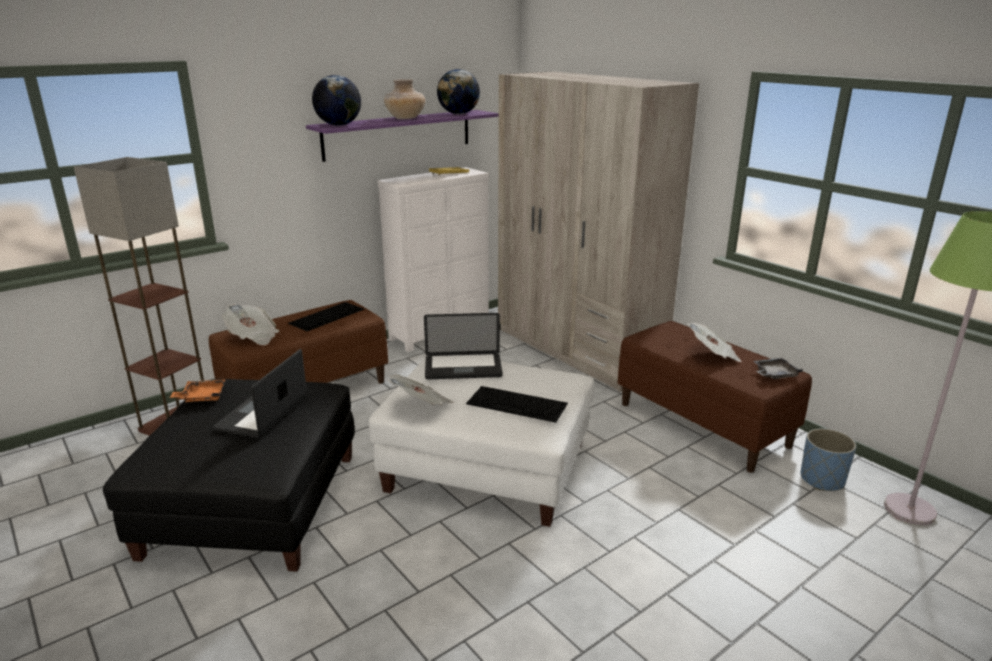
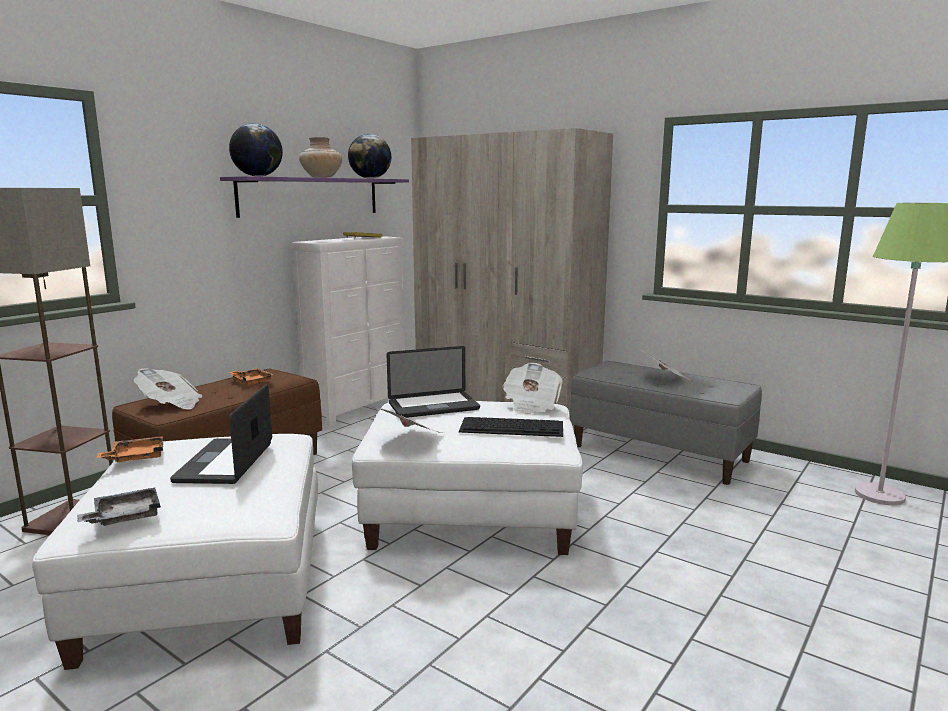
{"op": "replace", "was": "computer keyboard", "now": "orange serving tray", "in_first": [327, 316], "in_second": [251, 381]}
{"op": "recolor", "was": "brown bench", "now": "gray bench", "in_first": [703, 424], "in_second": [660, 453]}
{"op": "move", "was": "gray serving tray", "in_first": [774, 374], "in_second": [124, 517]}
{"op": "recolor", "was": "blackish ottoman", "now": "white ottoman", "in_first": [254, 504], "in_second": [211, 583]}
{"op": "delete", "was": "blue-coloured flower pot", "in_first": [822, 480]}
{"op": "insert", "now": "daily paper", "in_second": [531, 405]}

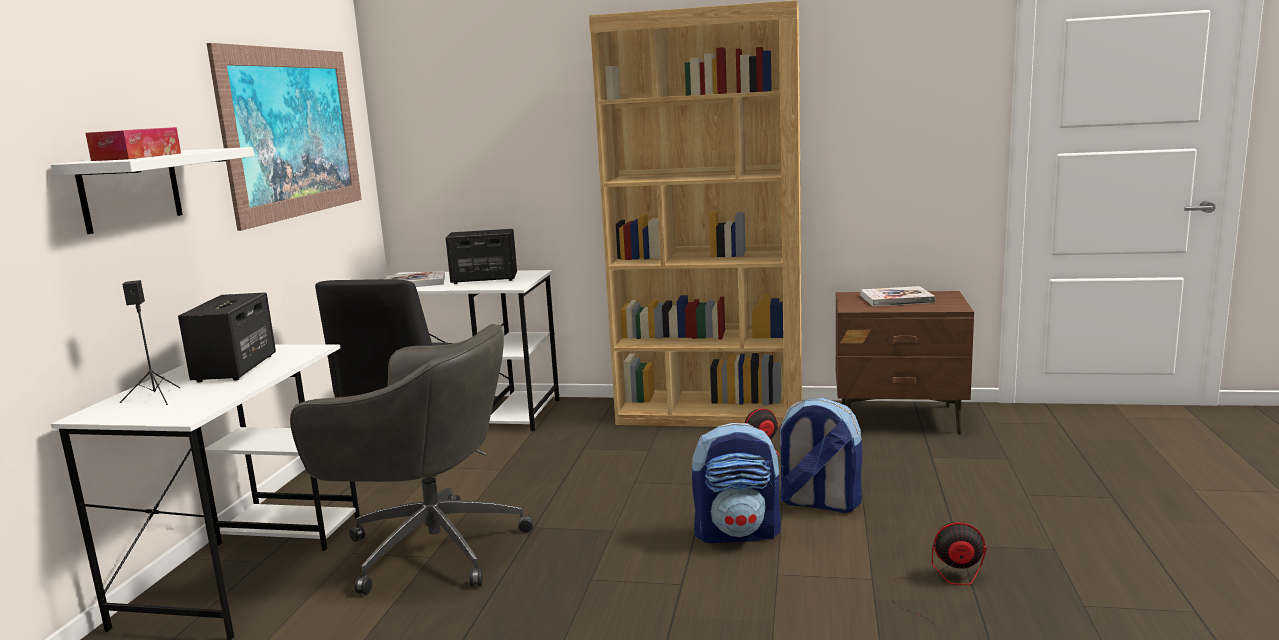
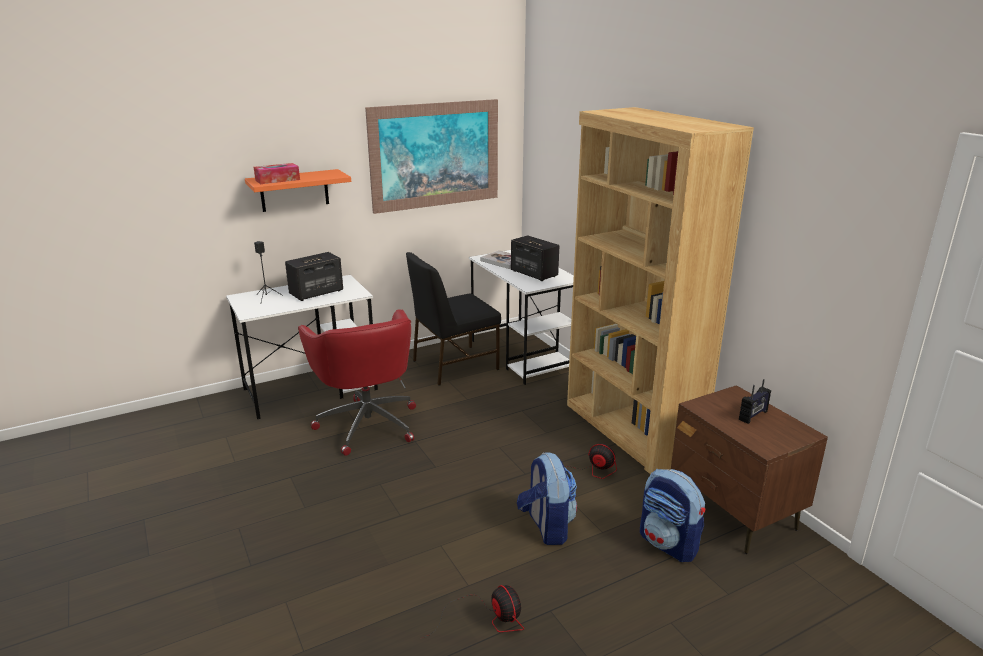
{"op": "recolor", "was": "white wall shelf", "now": "orange wall shelf", "in_first": [130, 190], "in_second": [294, 190]}
{"op": "replace", "was": "book", "now": "radio set", "in_first": [896, 299], "in_second": [753, 415]}
{"op": "recolor", "was": "gray desk chair", "now": "red-coloured desk chair", "in_first": [430, 547], "in_second": [367, 423]}
{"op": "move", "was": "knapsack", "in_first": [737, 533], "in_second": [669, 544]}

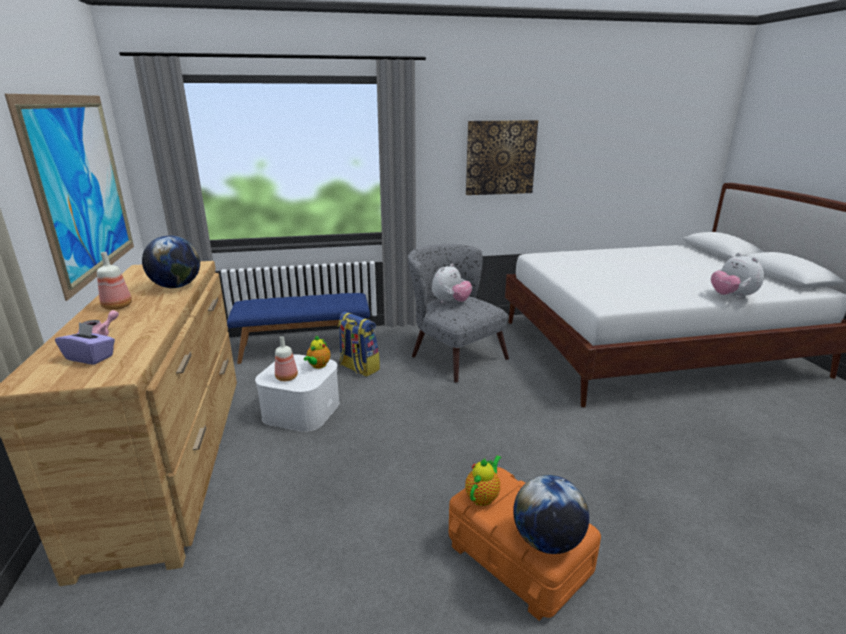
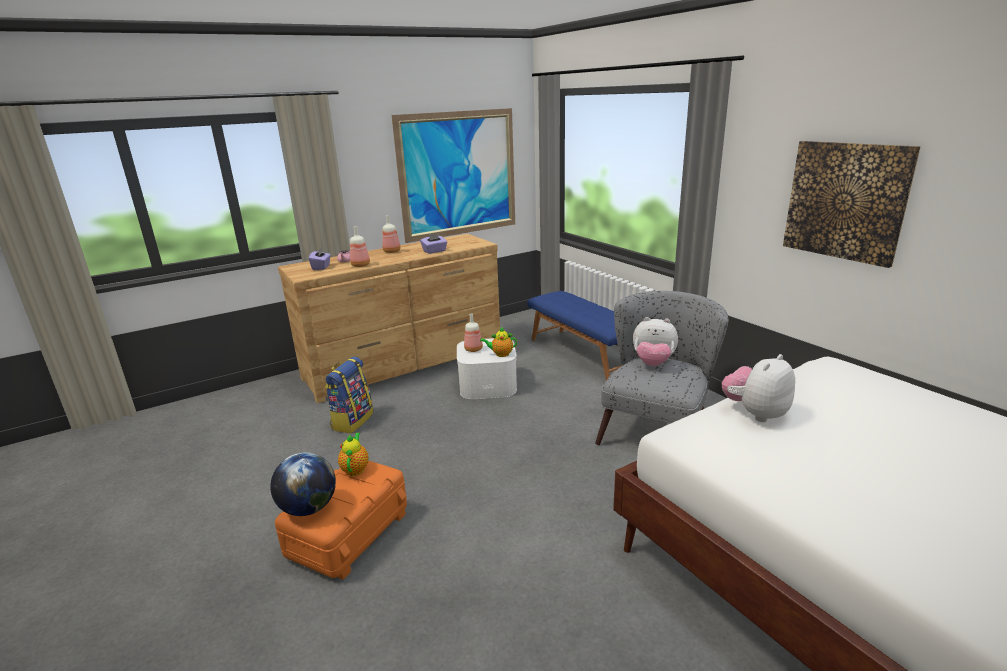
{"op": "replace", "was": "desk globe", "now": "purplish tissue box", "in_first": [176, 286], "in_second": [434, 251]}
{"op": "move", "was": "soft toy", "in_first": [731, 297], "in_second": [755, 413]}
{"op": "move", "was": "knapsack", "in_first": [358, 368], "in_second": [352, 421]}
{"op": "rotate", "was": "teapot", "in_first": [483, 496], "in_second": [355, 468], "clockwise": -105}
{"op": "insert", "now": "bottle", "in_second": [361, 265]}

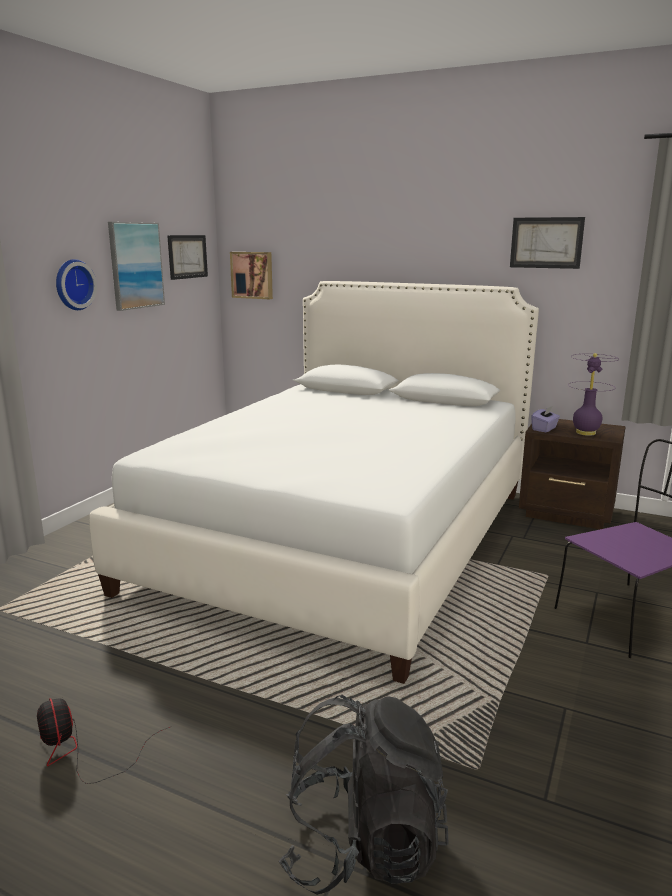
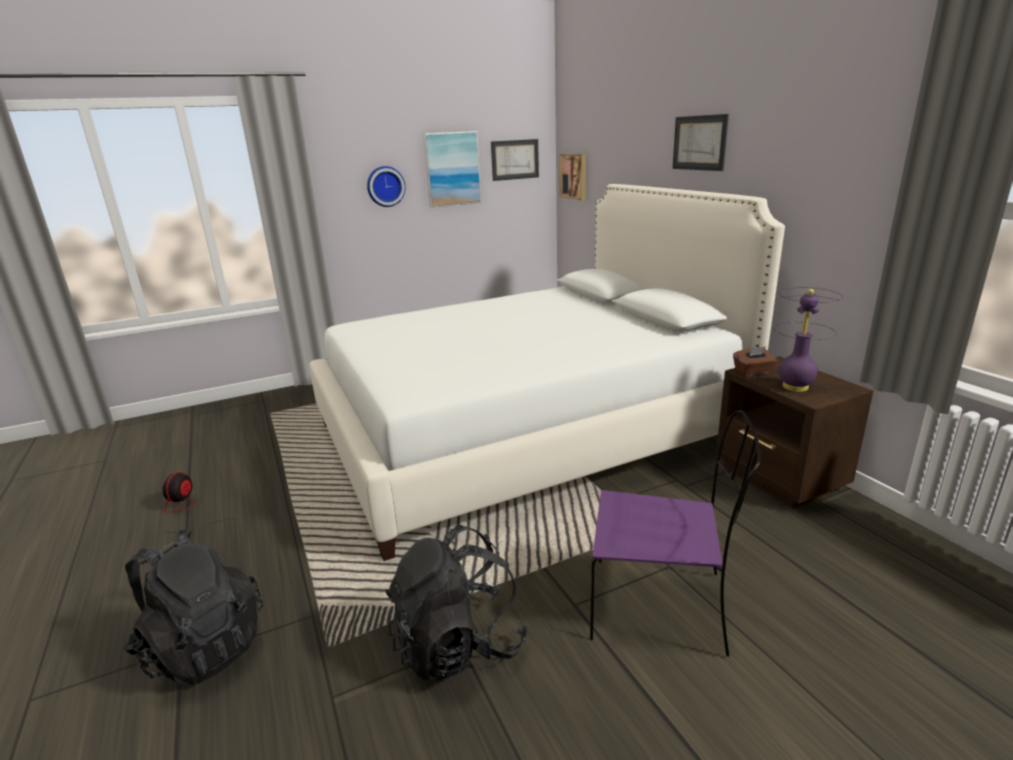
{"op": "move", "was": "wall picture", "in_first": [546, 242], "in_second": [699, 143]}
{"op": "recolor", "was": "purplish tissue box", "now": "brown tissue box", "in_first": [544, 429], "in_second": [753, 372]}
{"op": "insert", "now": "blackish knapsack", "in_second": [458, 645]}

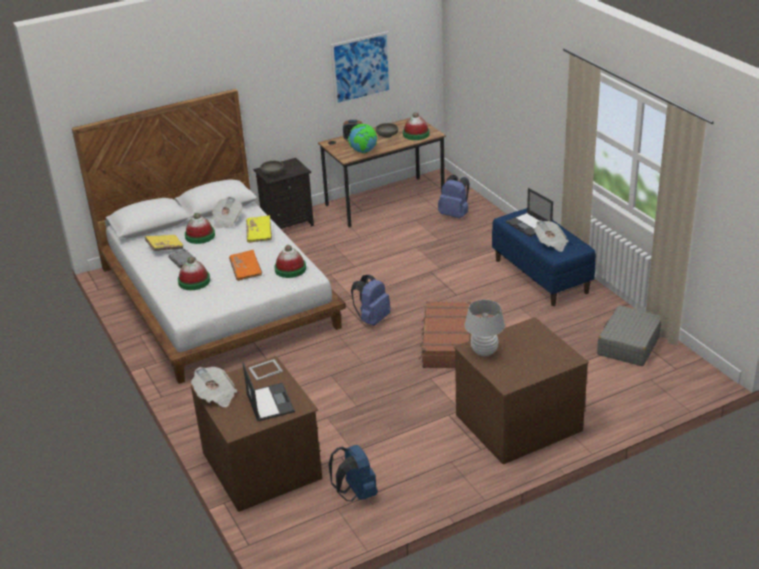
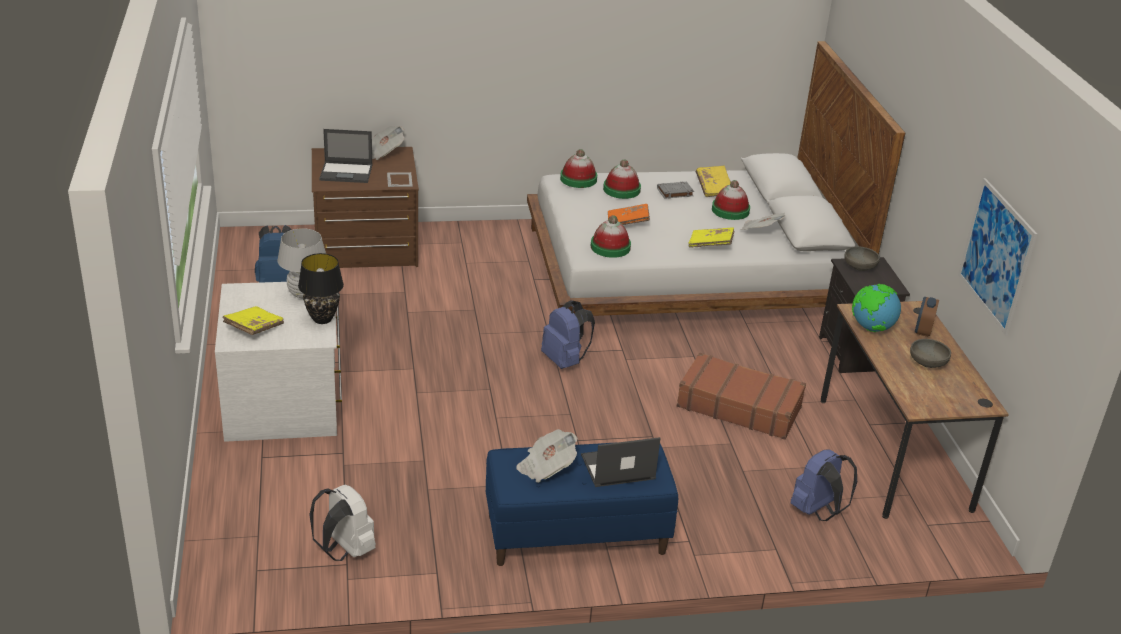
{"op": "move", "was": "clothing hat", "in_first": [416, 134], "in_second": [578, 179]}
{"op": "move", "was": "brown suitcase", "in_first": [446, 343], "in_second": [739, 406]}
{"op": "replace", "was": "gray suitcase", "now": "white knapsack", "in_first": [629, 344], "in_second": [345, 550]}
{"op": "recolor", "was": "brown dresser", "now": "white dresser", "in_first": [517, 421], "in_second": [284, 402]}
{"op": "insert", "now": "blackish lamp for a table", "in_second": [323, 319]}
{"op": "insert", "now": "yellow-coloured book", "in_second": [254, 328]}

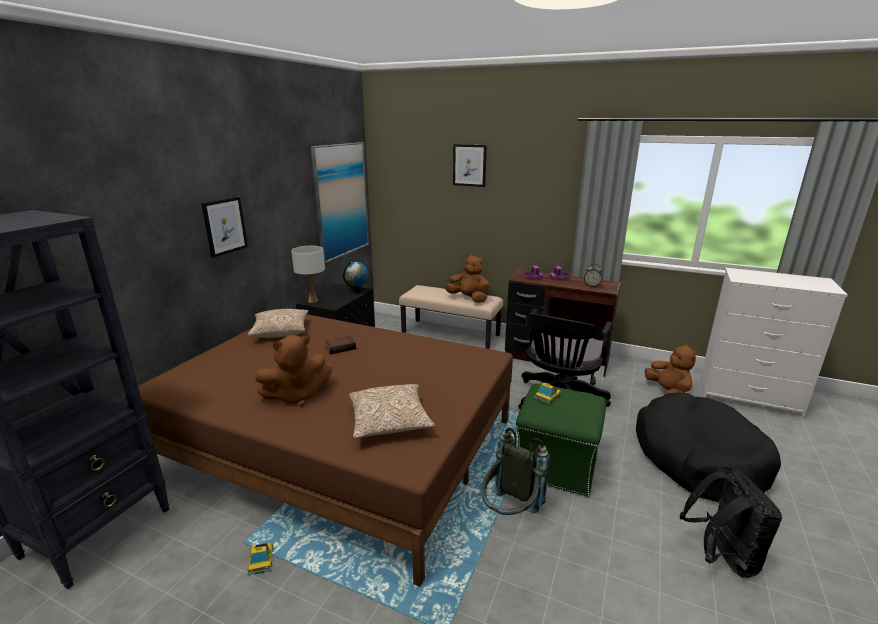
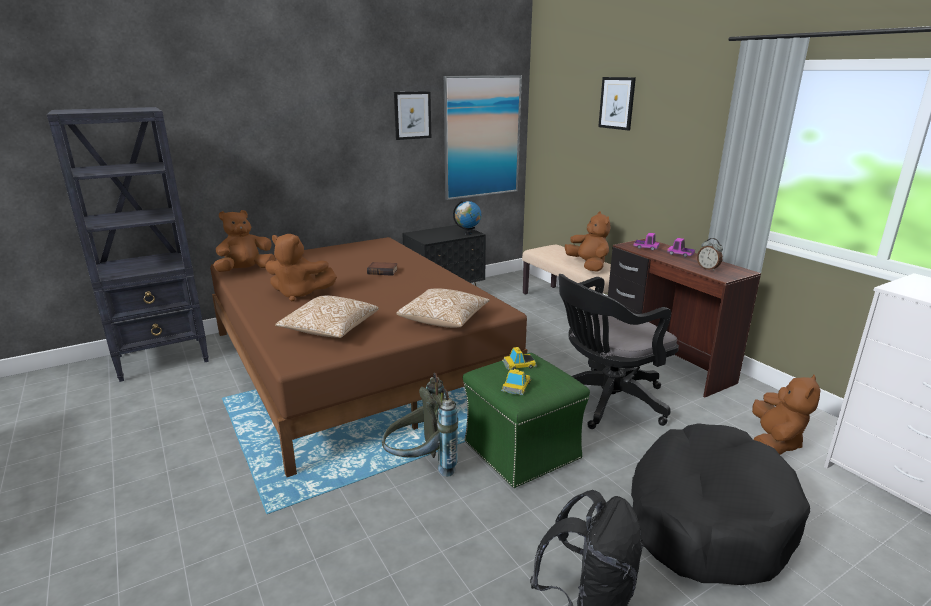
{"op": "move", "was": "wall picture", "in_first": [225, 226], "in_second": [412, 115]}
{"op": "delete", "was": "white lamp for a table", "in_first": [312, 300]}
{"op": "move", "was": "throw pillow", "in_first": [281, 332], "in_second": [444, 319]}
{"op": "move", "was": "toy car", "in_first": [261, 560], "in_second": [516, 386]}
{"op": "insert", "now": "brown soft toy", "in_second": [246, 271]}

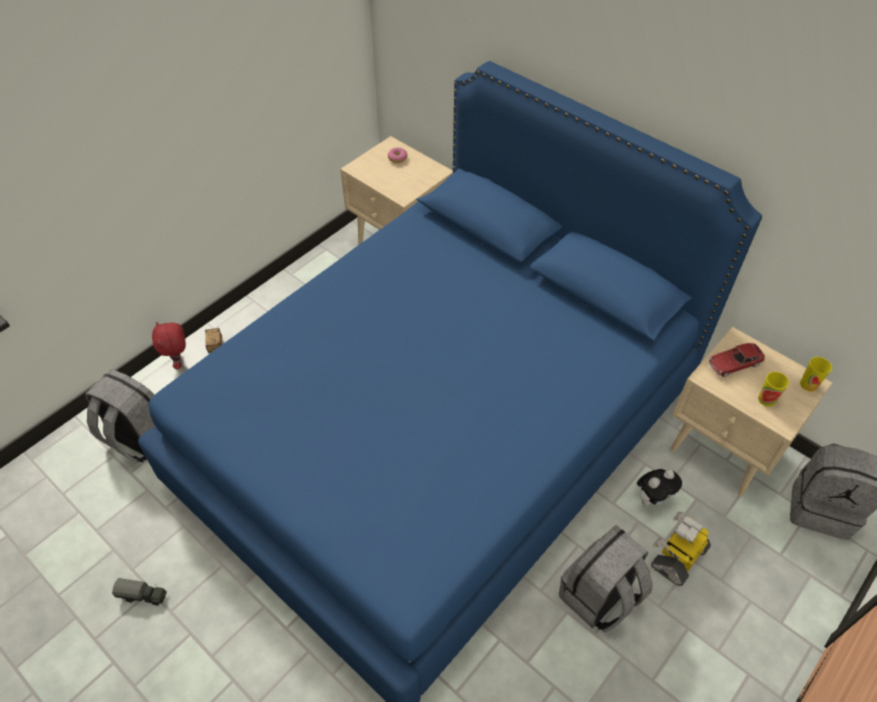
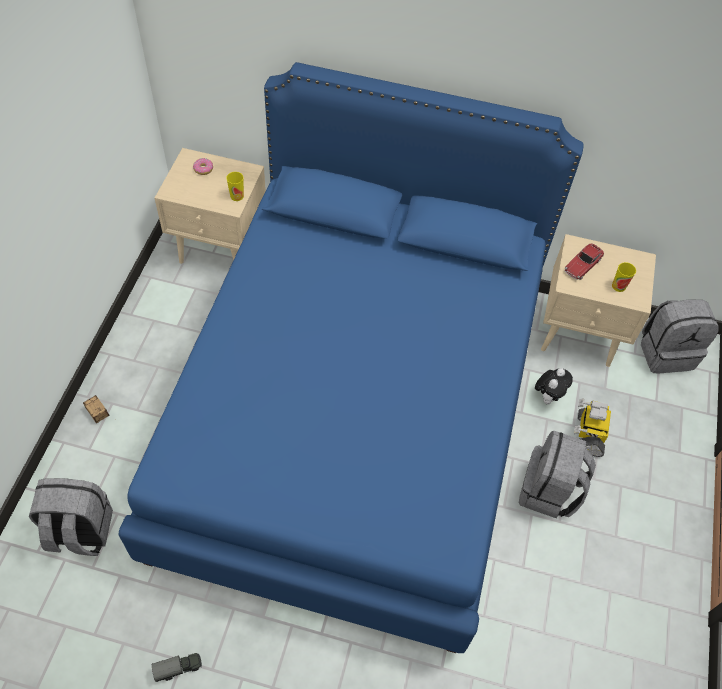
{"op": "delete", "was": "red-coloured soft toy", "in_first": [179, 362]}
{"op": "move", "was": "cup", "in_first": [808, 384], "in_second": [237, 196]}

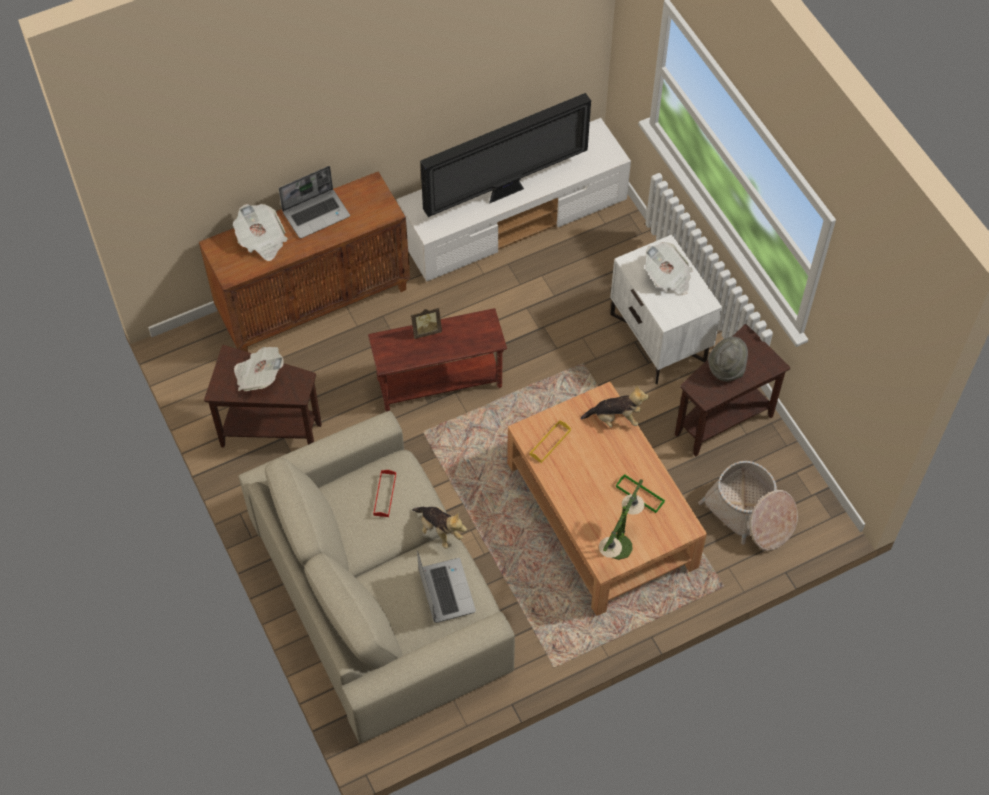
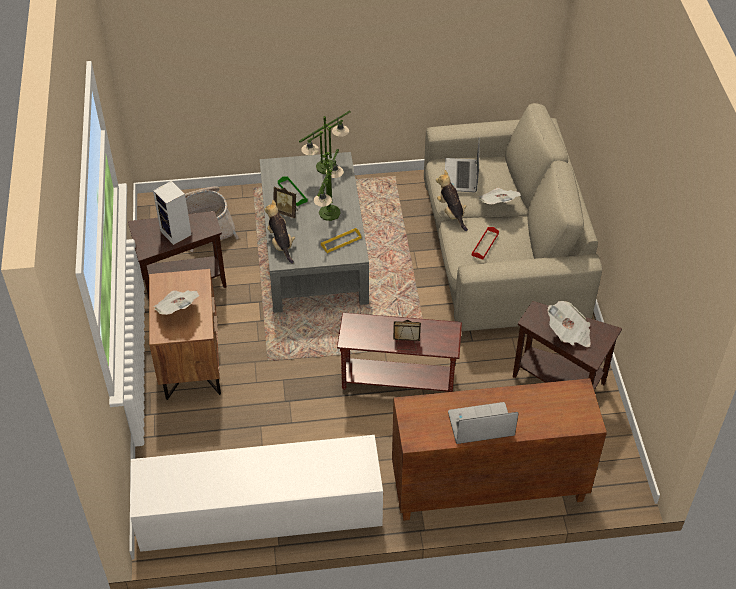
{"op": "delete", "was": "TV", "in_first": [506, 191]}
{"op": "move", "was": "daily paper", "in_first": [262, 240], "in_second": [498, 204]}
{"op": "recolor", "was": "white night table", "now": "brown night table", "in_first": [659, 337], "in_second": [191, 362]}
{"op": "replace", "was": "gray clothing hat", "now": "loudspeaker", "in_first": [726, 368], "in_second": [177, 233]}
{"op": "recolor", "was": "brown coffee table", "now": "gray coffee table", "in_first": [600, 514], "in_second": [314, 252]}
{"op": "rotate", "was": "soft toy", "in_first": [615, 418], "in_second": [281, 244], "clockwise": 45}
{"op": "insert", "now": "lamp for a table", "in_second": [329, 212]}
{"op": "insert", "now": "picture frame", "in_second": [286, 212]}

